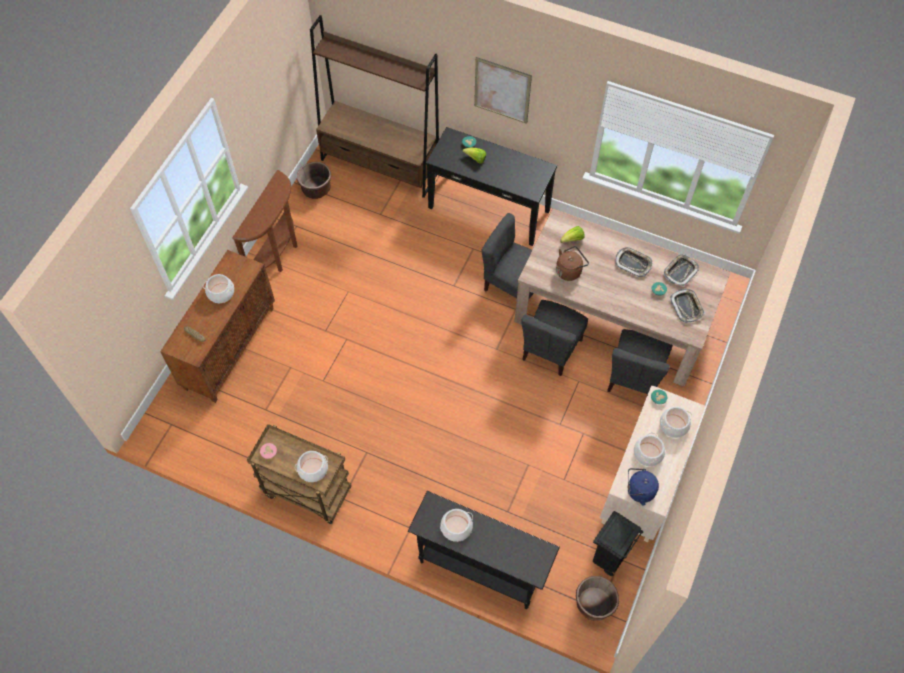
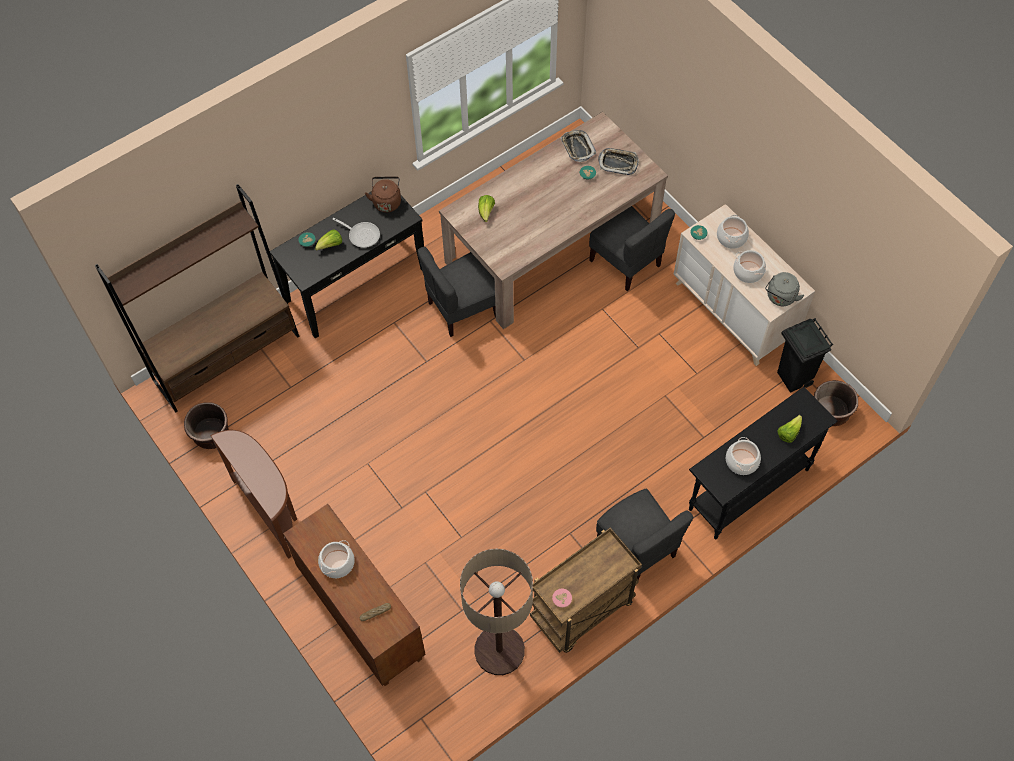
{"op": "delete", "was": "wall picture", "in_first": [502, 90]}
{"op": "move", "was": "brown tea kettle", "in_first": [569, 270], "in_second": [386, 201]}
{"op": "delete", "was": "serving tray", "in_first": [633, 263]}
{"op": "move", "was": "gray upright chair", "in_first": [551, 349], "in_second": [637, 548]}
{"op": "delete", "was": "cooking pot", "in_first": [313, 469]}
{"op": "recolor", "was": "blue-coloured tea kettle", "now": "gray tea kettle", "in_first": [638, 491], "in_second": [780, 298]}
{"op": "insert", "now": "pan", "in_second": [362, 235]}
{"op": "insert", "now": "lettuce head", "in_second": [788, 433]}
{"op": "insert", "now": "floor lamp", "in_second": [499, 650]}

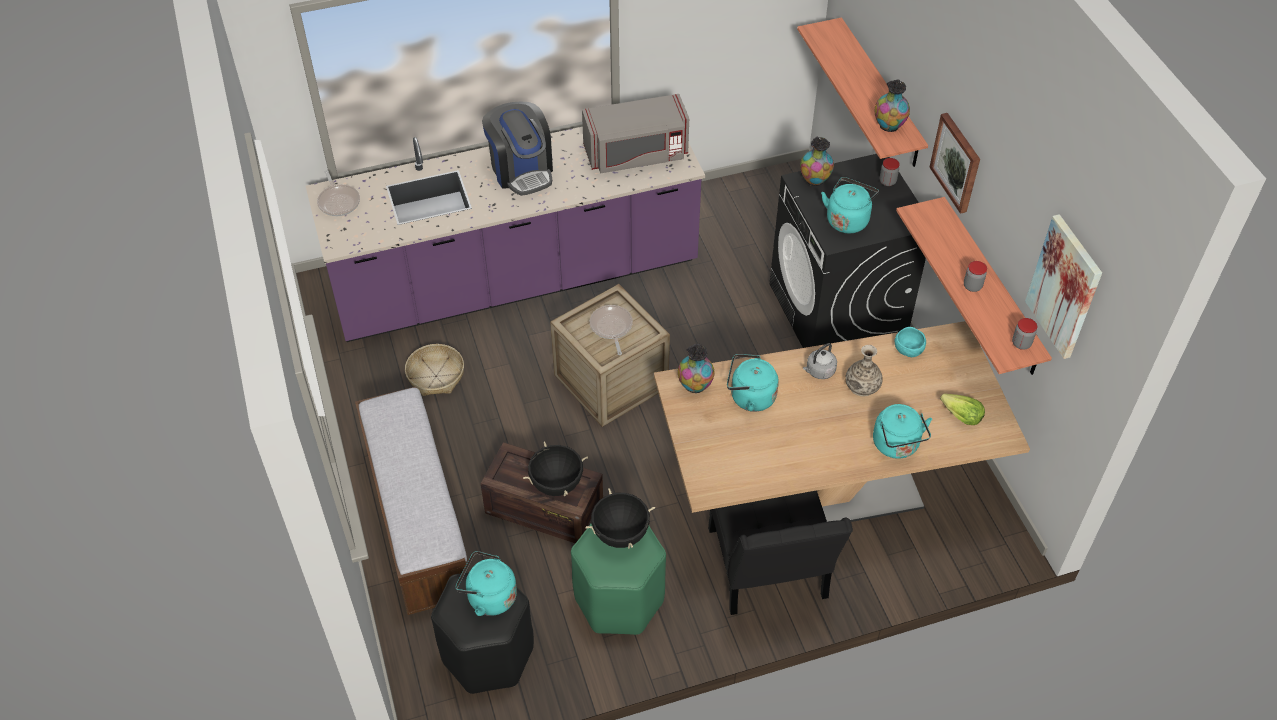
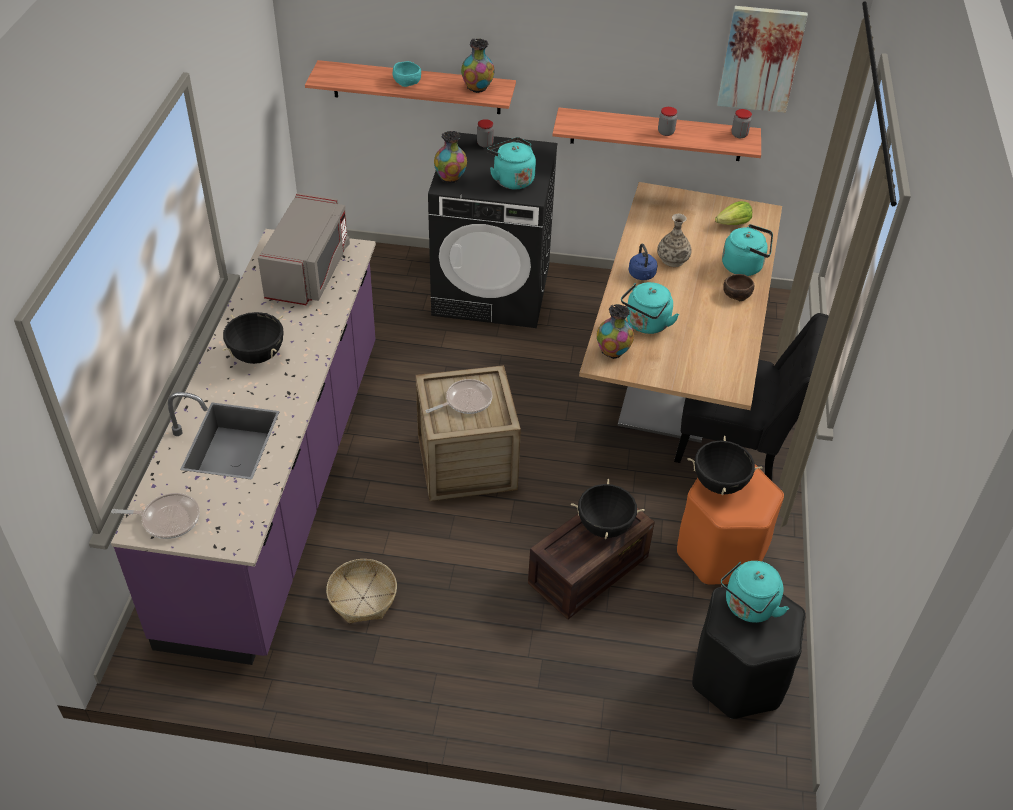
{"op": "replace", "was": "coffee maker", "now": "blackish cooking pot", "in_first": [521, 170], "in_second": [257, 355]}
{"op": "delete", "was": "wall picture", "in_first": [957, 162]}
{"op": "rotate", "was": "pan", "in_first": [611, 327], "in_second": [466, 401], "clockwise": 135}
{"op": "move", "was": "blue-green deep dish", "in_first": [909, 349], "in_second": [407, 82]}
{"op": "recolor", "was": "gray tea kettle", "now": "blue-coloured tea kettle", "in_first": [819, 371], "in_second": [642, 275]}
{"op": "delete", "was": "bench", "in_first": [417, 520]}
{"op": "recolor", "was": "greenish stool", "now": "orange stool", "in_first": [619, 599], "in_second": [720, 553]}
{"op": "insert", "now": "brown deep dish", "in_second": [736, 294]}

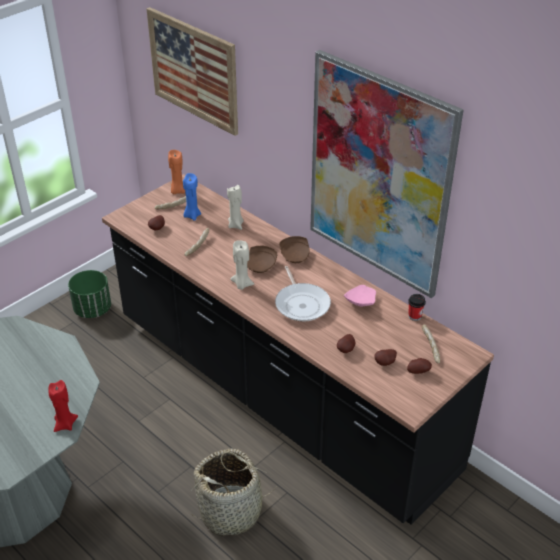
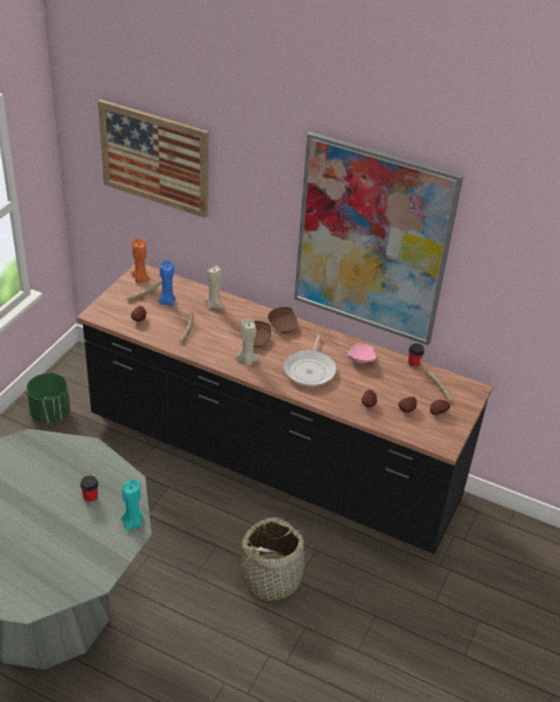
{"op": "rotate", "was": "pan", "in_first": [301, 304], "in_second": [310, 370], "clockwise": 45}
{"op": "recolor", "was": "red-coloured candle", "now": "blue-green candle", "in_first": [65, 424], "in_second": [132, 522]}
{"op": "insert", "now": "cup", "in_second": [90, 498]}

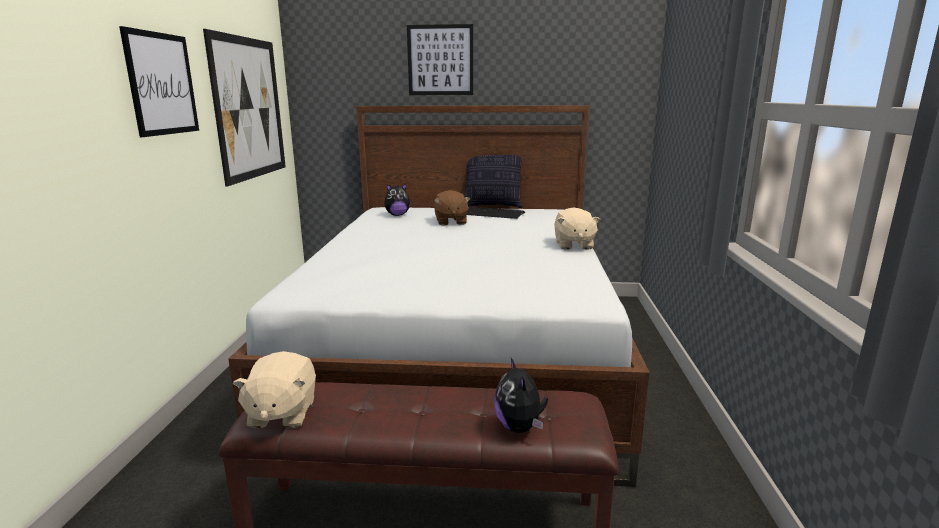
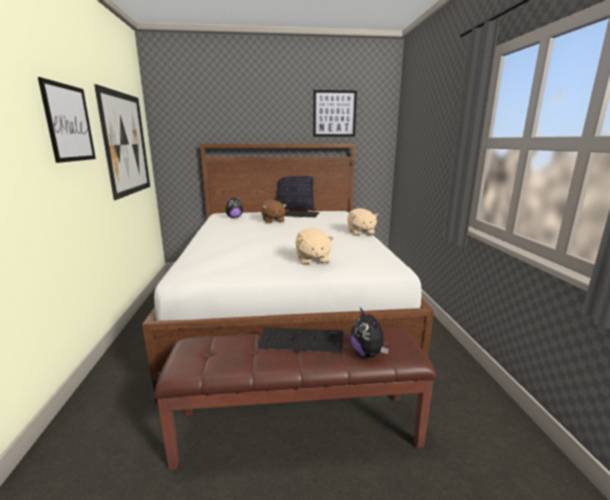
{"op": "move", "was": "wall picture", "in_first": [440, 60], "in_second": [334, 113]}
{"op": "move", "was": "sand-coloured soft toy", "in_first": [281, 414], "in_second": [312, 259]}
{"op": "insert", "now": "computer keyboard", "in_second": [301, 340]}

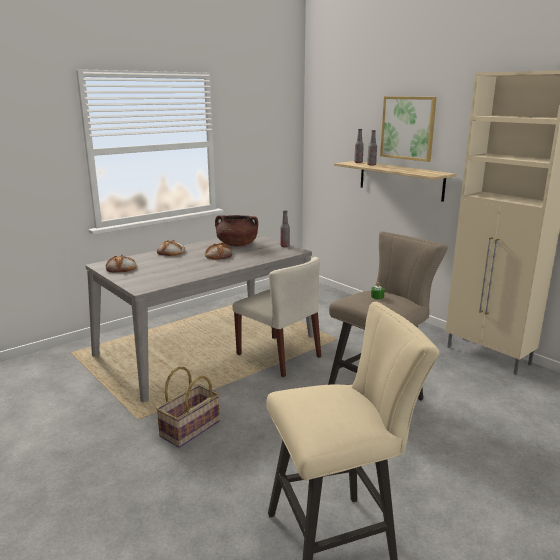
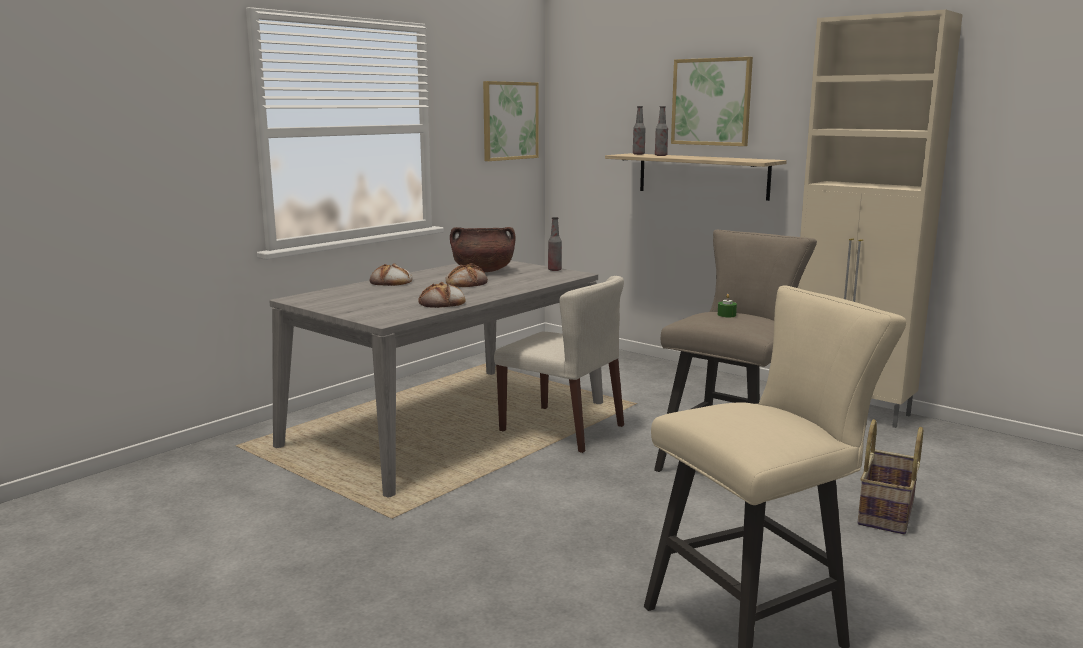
{"op": "move", "was": "bread", "in_first": [121, 268], "in_second": [442, 303]}
{"op": "move", "was": "household basket", "in_first": [190, 429], "in_second": [887, 513]}
{"op": "insert", "now": "wall picture", "in_second": [509, 121]}

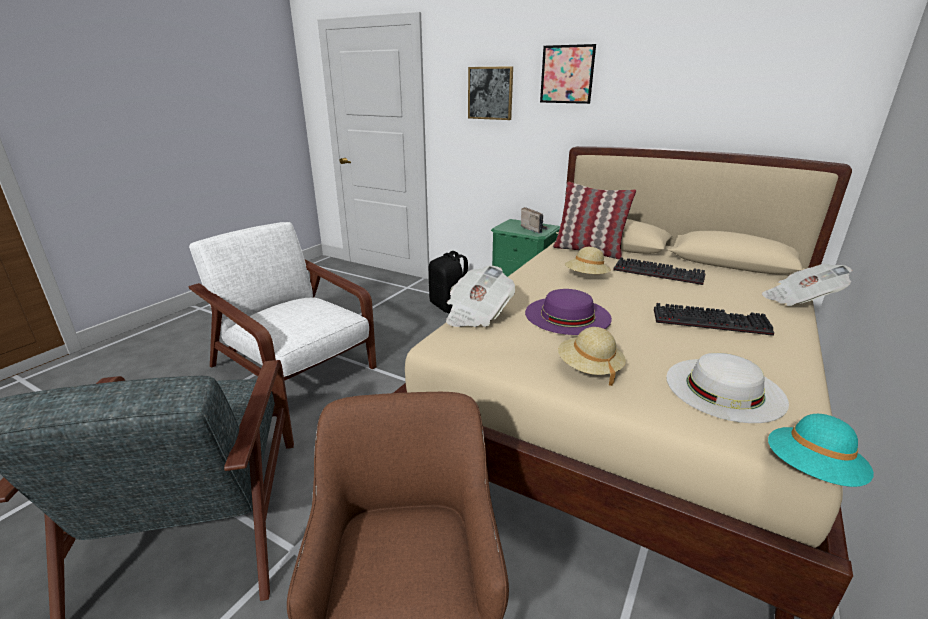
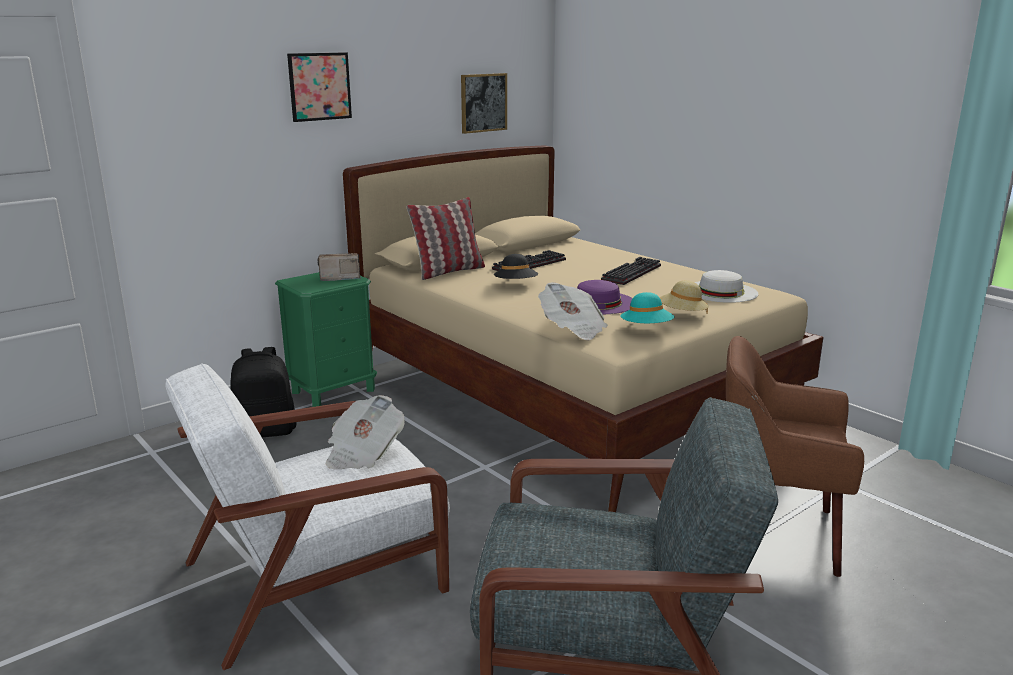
{"op": "move", "was": "wall picture", "in_first": [490, 93], "in_second": [483, 102]}
{"op": "recolor", "was": "sand-coloured clothing hat", "now": "blackish clothing hat", "in_first": [586, 277], "in_second": [516, 285]}
{"op": "move", "was": "daily paper", "in_first": [800, 300], "in_second": [363, 453]}
{"op": "move", "was": "blue-green clothing hat", "in_first": [811, 472], "in_second": [646, 329]}

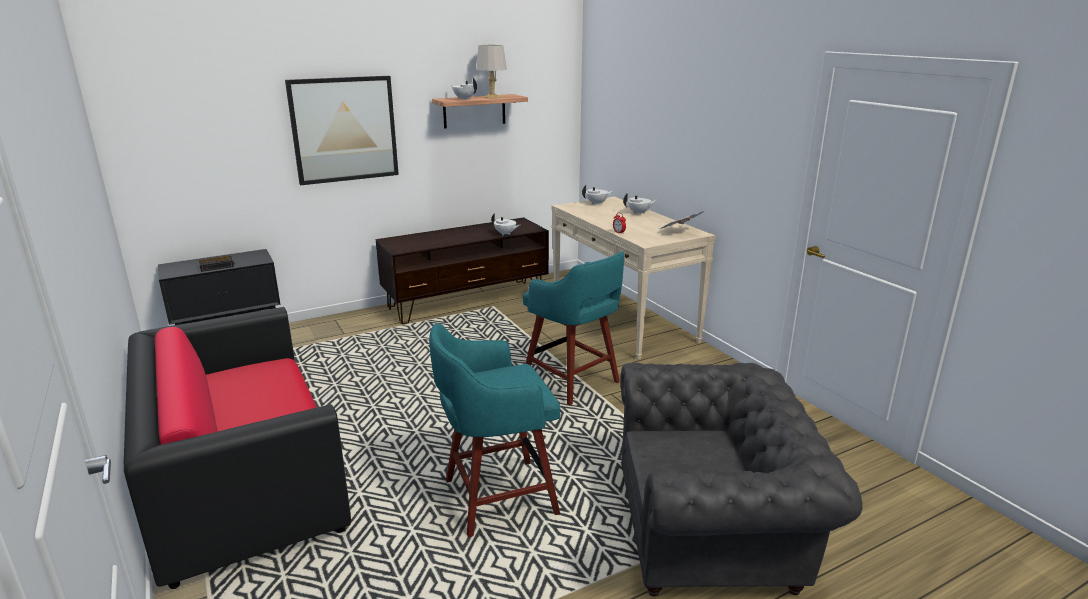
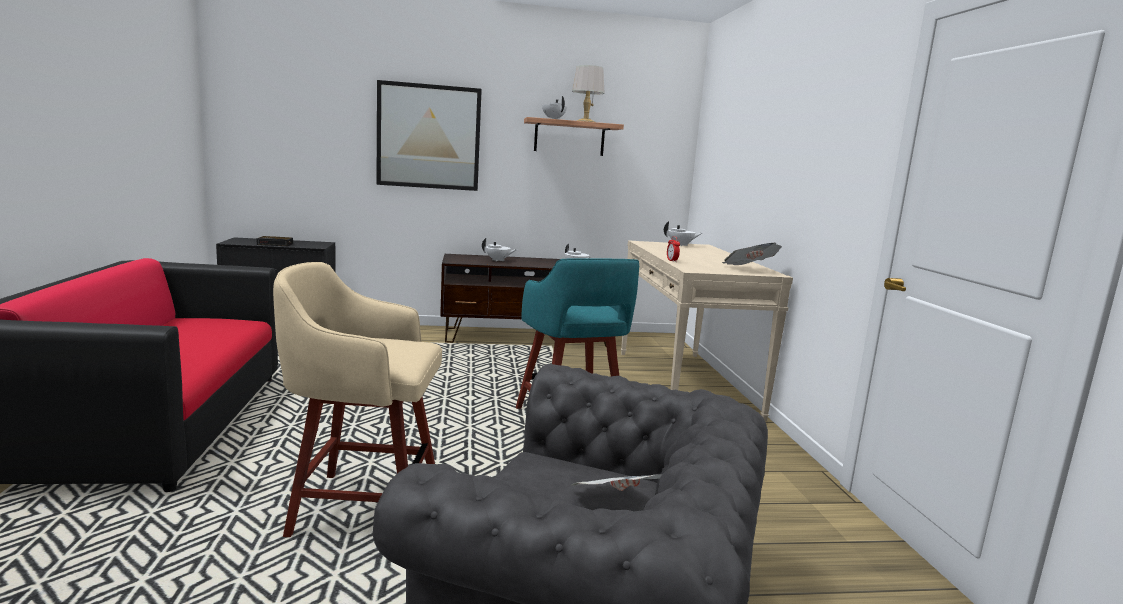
{"op": "move", "was": "white teapot", "in_first": [639, 213], "in_second": [498, 260]}
{"op": "recolor", "was": "blue-green stool", "now": "sand-coloured stool", "in_first": [496, 498], "in_second": [361, 507]}
{"op": "insert", "now": "daily paper", "in_second": [617, 506]}

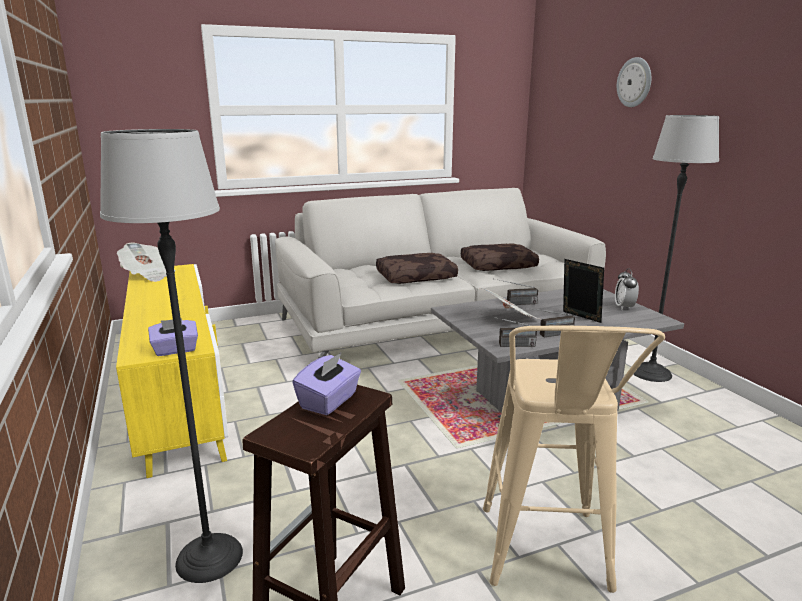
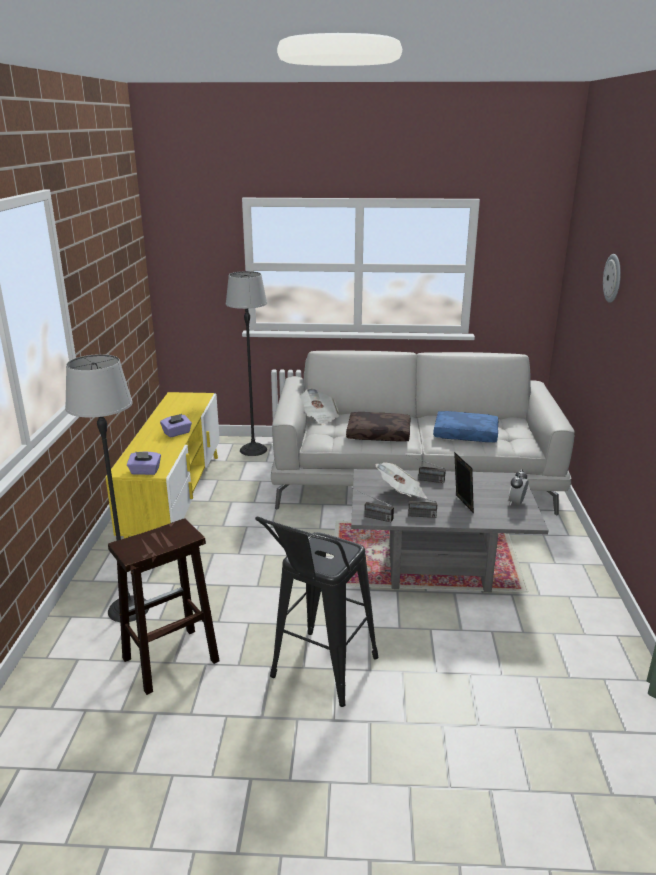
{"op": "move", "was": "floor lamp", "in_first": [651, 373], "in_second": [253, 450]}
{"op": "move", "was": "daily paper", "in_first": [148, 275], "in_second": [319, 416]}
{"op": "recolor", "was": "brown throw pillow", "now": "blue-coloured throw pillow", "in_first": [498, 265], "in_second": [466, 434]}
{"op": "recolor", "was": "sand-coloured stool", "now": "blackish stool", "in_first": [545, 559], "in_second": [318, 674]}
{"op": "move", "was": "purplish tissue box", "in_first": [329, 401], "in_second": [177, 433]}

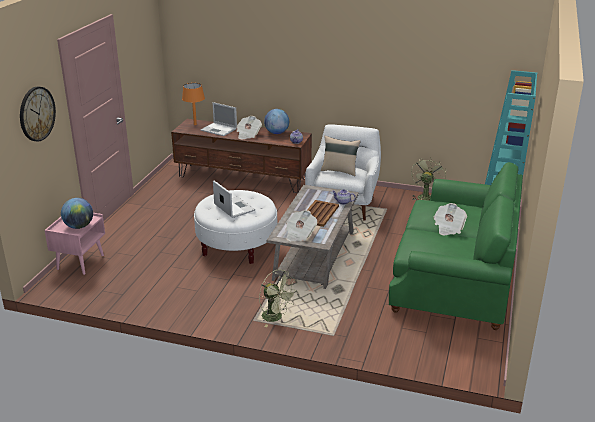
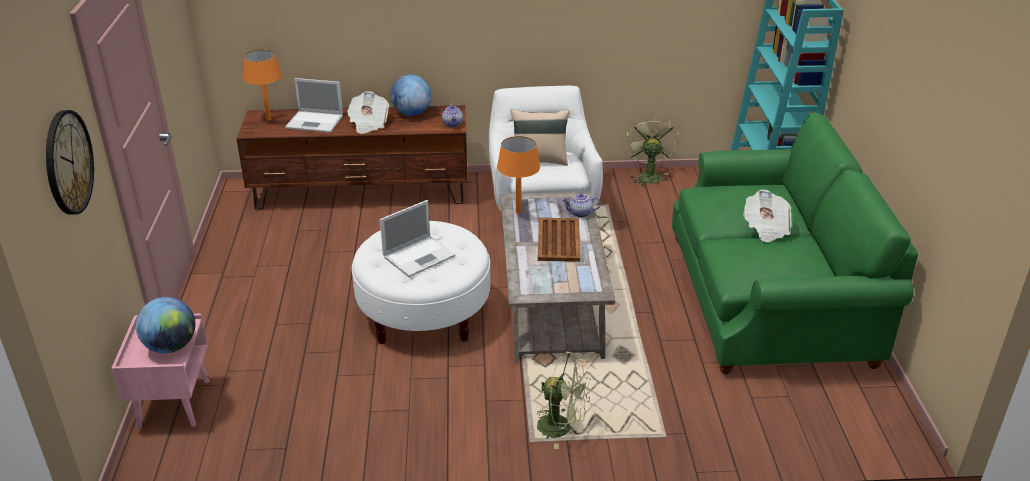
{"op": "rotate", "was": "laptop", "in_first": [233, 207], "in_second": [420, 256], "clockwise": 105}
{"op": "delete", "was": "daily paper", "in_first": [299, 234]}
{"op": "insert", "now": "orange lamp for a table", "in_second": [518, 212]}

